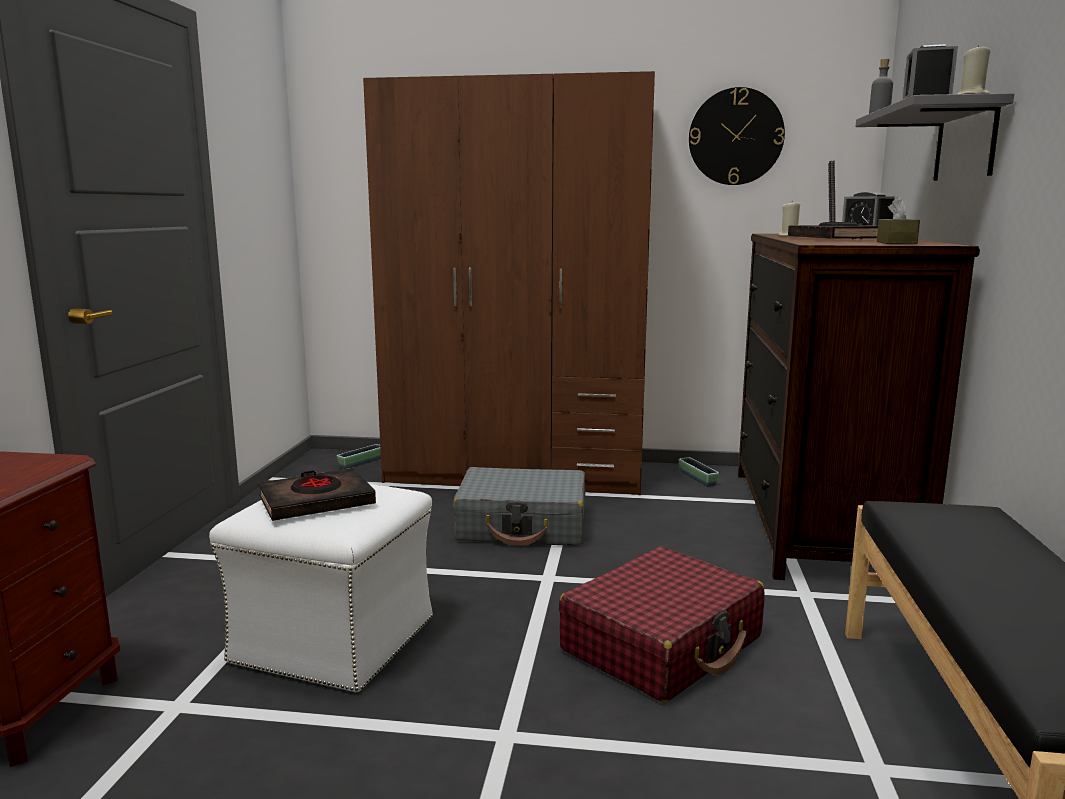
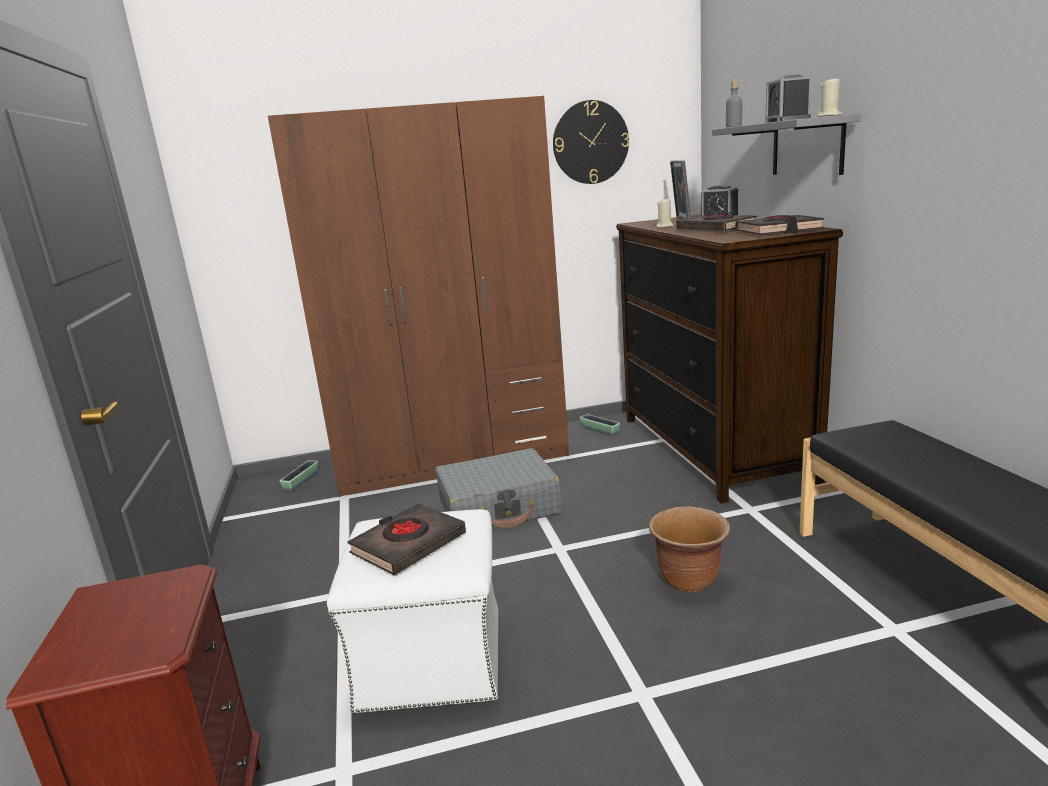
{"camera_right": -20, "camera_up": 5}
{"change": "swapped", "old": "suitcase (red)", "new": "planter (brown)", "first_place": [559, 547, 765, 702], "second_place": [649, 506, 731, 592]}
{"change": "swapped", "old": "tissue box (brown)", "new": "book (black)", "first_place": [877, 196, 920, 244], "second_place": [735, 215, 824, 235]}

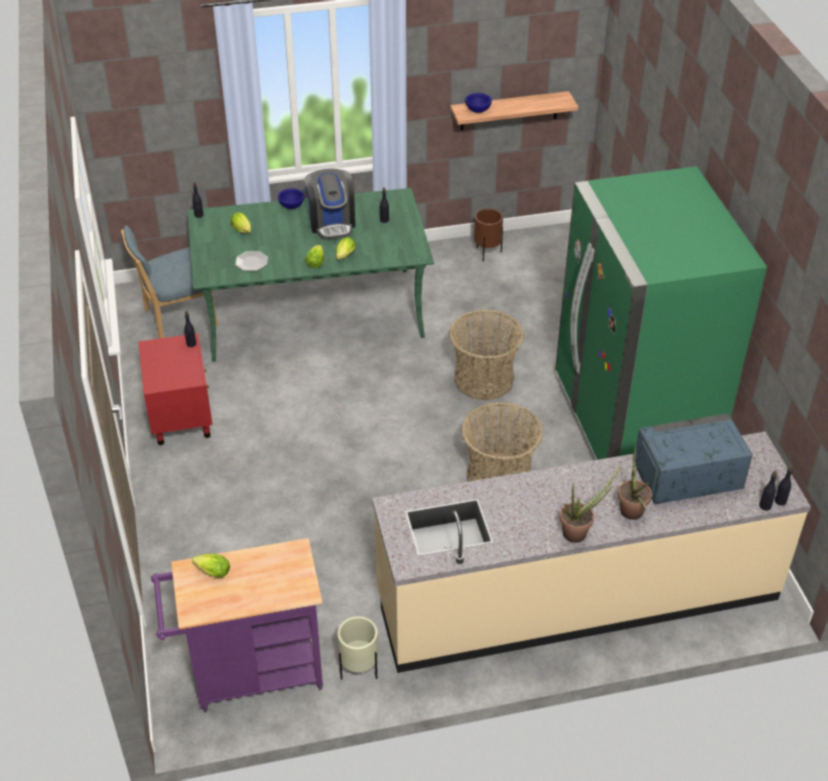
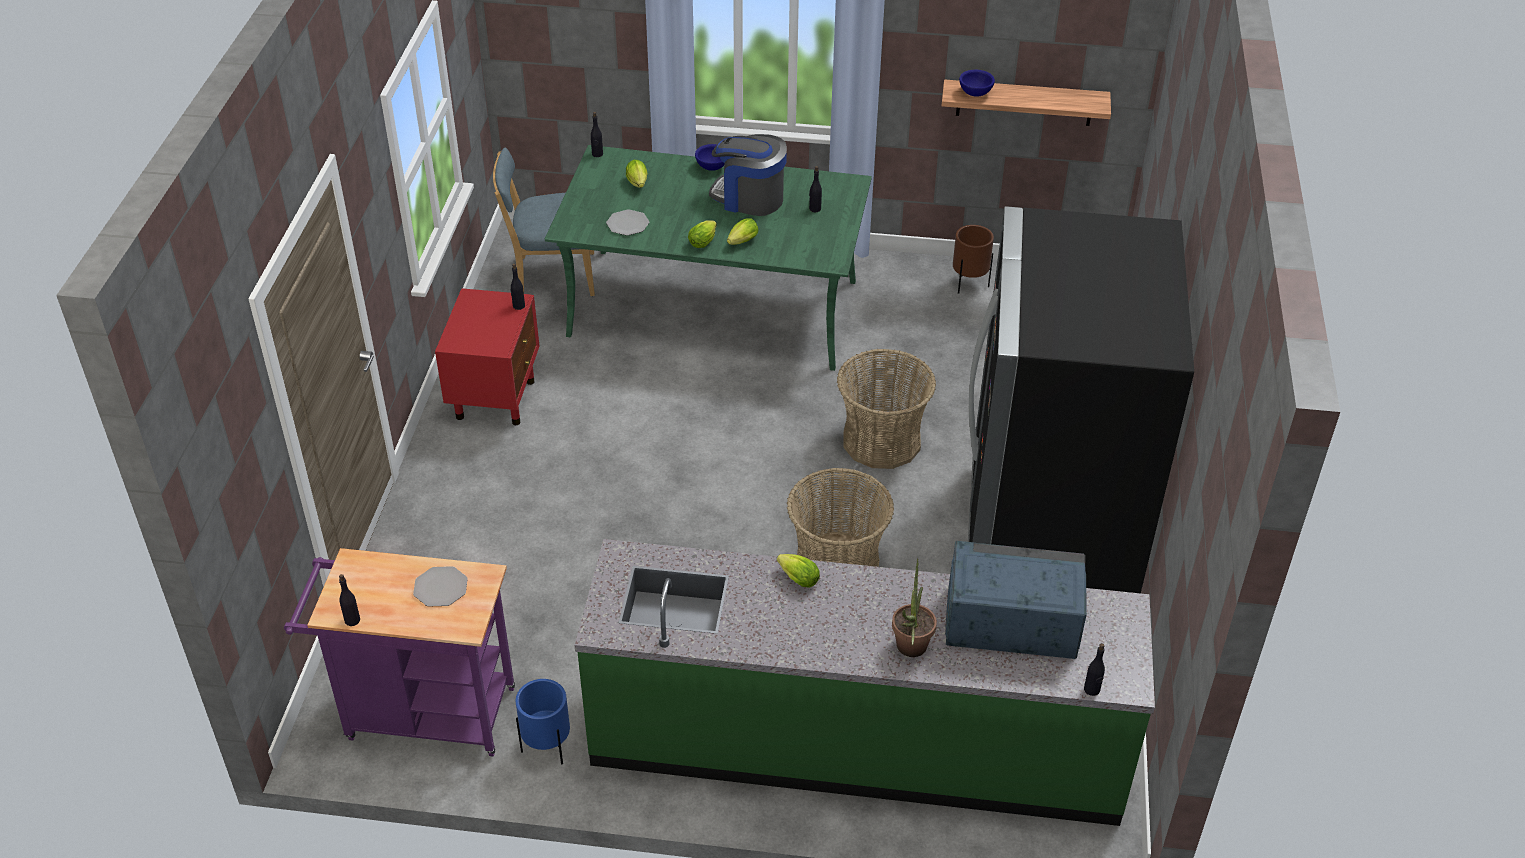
{"camera_right": 20, "camera_up": 0}
{"change": "shifted", "old": "bottle (black)", "first_place": [775, 466, 793, 505], "second_place": [339, 574, 360, 626]}
{"change": "new", "new": "plate", "second_place": [413, 566, 468, 607]}
{"change": "repainted", "old": "planter (beige)", "new": "planter (blue)", "first_place": [338, 616, 378, 680], "second_place": [516, 679, 570, 764]}
{"change": "repainted", "old": "counter (beige)", "new": "counter (green)", "first_place": [372, 431, 811, 673], "second_place": [575, 539, 1155, 826]}
{"change": "rotated", "old": "coffee machine", "first_place": [304, 169, 355, 239], "second_place": [709, 134, 787, 216], "degrees": 105}
{"change": "shifted", "old": "lettuce", "first_place": [192, 554, 230, 578], "second_place": [777, 554, 820, 588]}
{"change": "repainted", "old": "fridge (green)", "new": "fridge (black)", "first_place": [555, 166, 767, 460], "second_place": [968, 206, 1194, 593]}
{"change": "gone", "old": "potted plant", "first_place": [560, 465, 621, 543]}

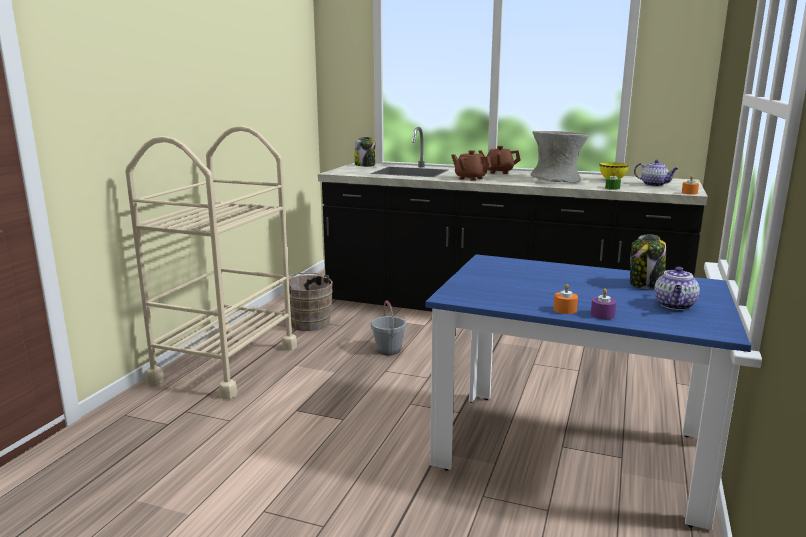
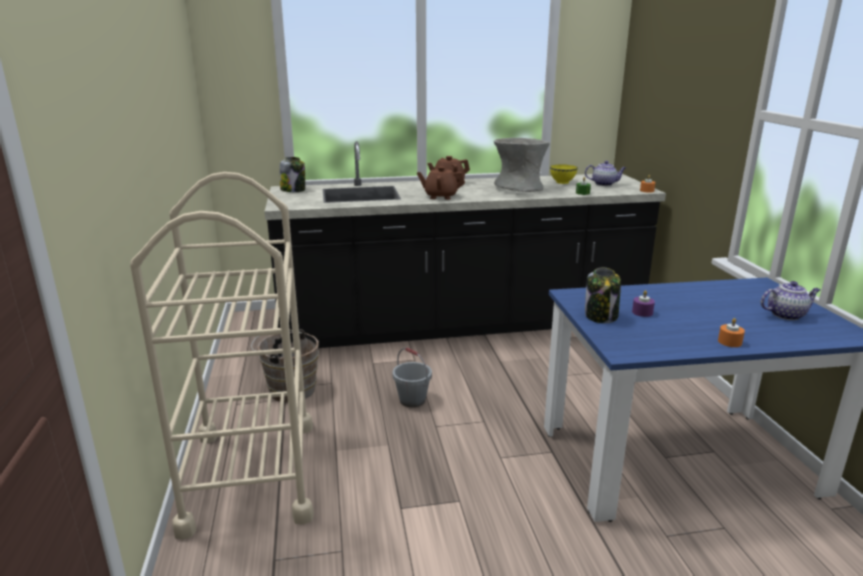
{"camera_right": -30, "camera_up": 5}
{"change": "shifted", "old": "jar", "first_place": [630, 235, 666, 289], "second_place": [585, 268, 621, 323]}
{"change": "shifted", "old": "candle (purple)", "first_place": [591, 289, 616, 320], "second_place": [632, 290, 655, 317]}
{"change": "rotated", "old": "teapot", "first_place": [654, 267, 700, 310], "second_place": [761, 281, 821, 320], "degrees": -90}

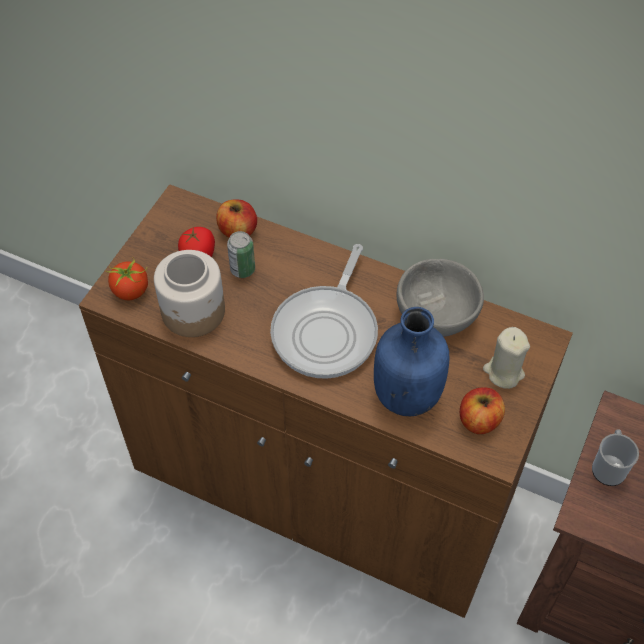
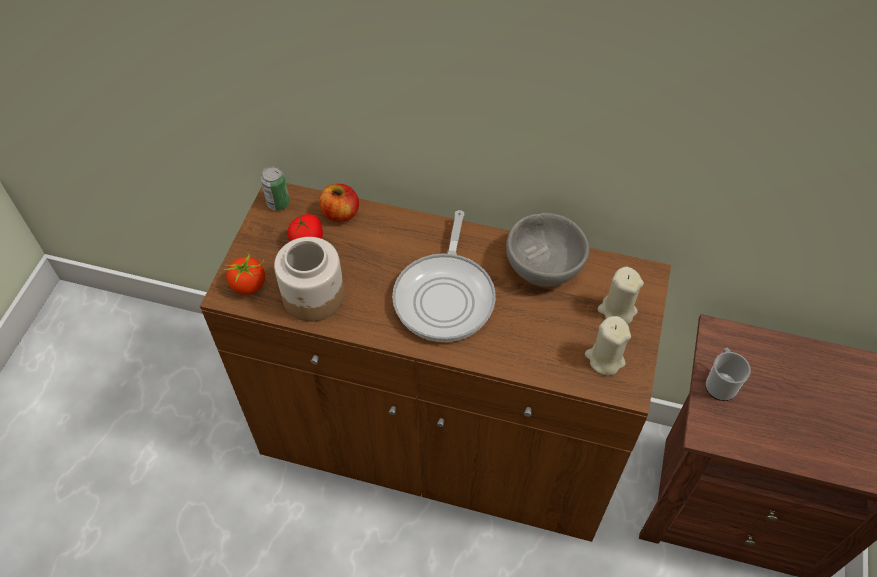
{"camera_right": -10, "camera_up": 0}
{"change": "shifted", "old": "can", "first_place": [227, 231, 255, 278], "second_place": [261, 166, 290, 211]}
{"change": "swapped", "old": "apple", "new": "candle (beige)", "first_place": [460, 387, 505, 434], "second_place": [585, 316, 631, 376]}
{"change": "gone", "old": "bottle (blue)", "first_place": [374, 307, 449, 416]}

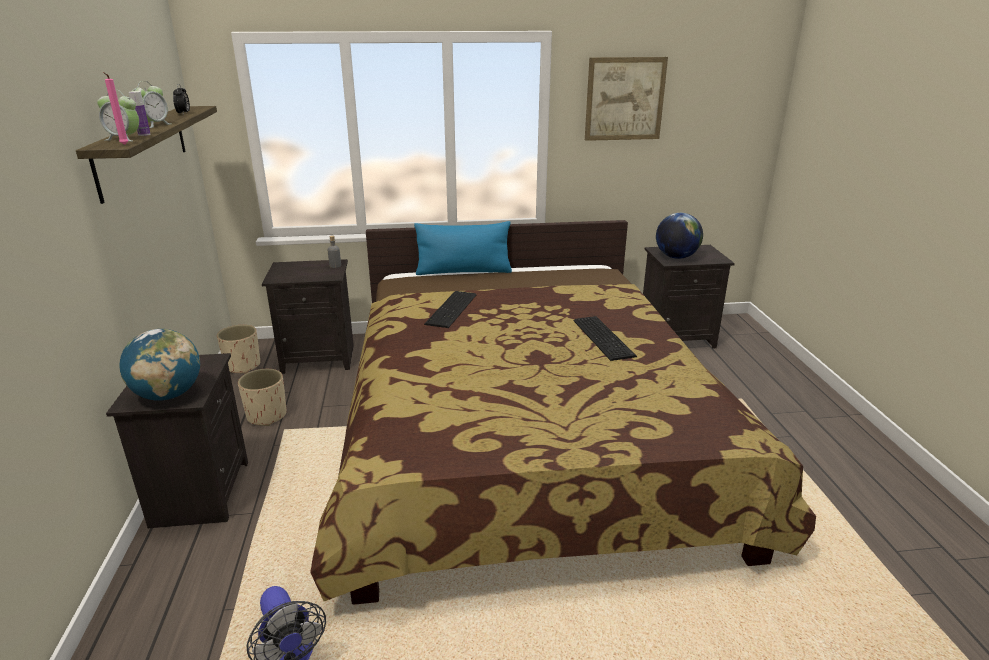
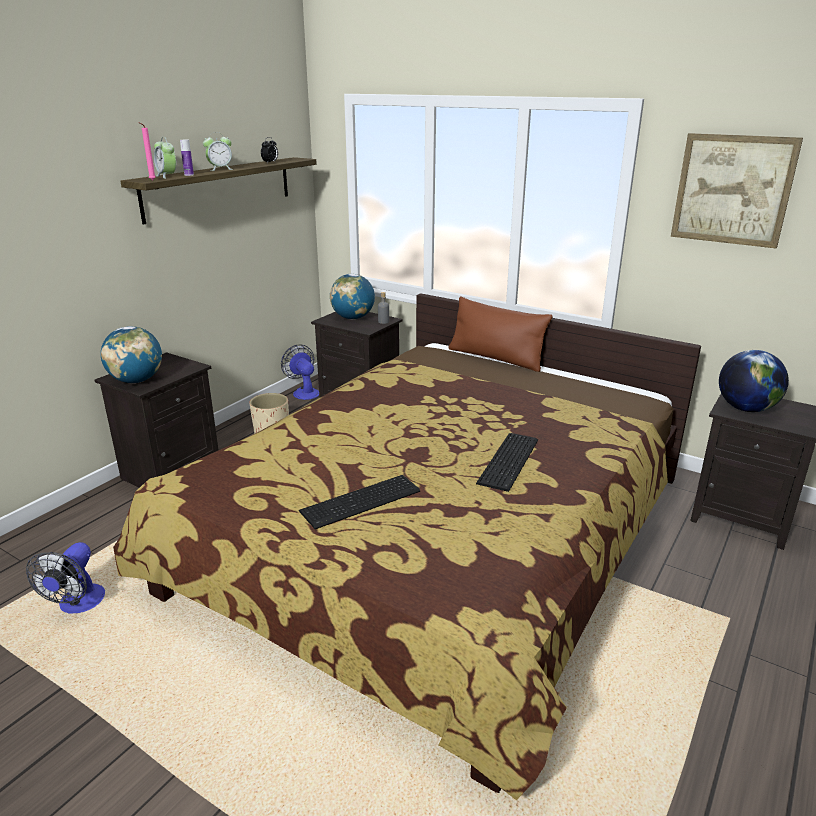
{"camera_right": 40, "camera_up": 0}
{"change": "swapped", "old": "planter (beige)", "new": "fan", "first_place": [217, 325, 260, 374], "second_place": [281, 345, 319, 400]}
{"change": "shifted", "old": "keyboard", "first_place": [424, 291, 477, 328], "second_place": [299, 475, 420, 529]}
{"change": "new", "new": "globe", "second_place": [330, 274, 375, 319]}
{"change": "repainted", "old": "pillow (blue)", "new": "pillow (brown)", "first_place": [414, 221, 512, 275], "second_place": [449, 296, 552, 372]}

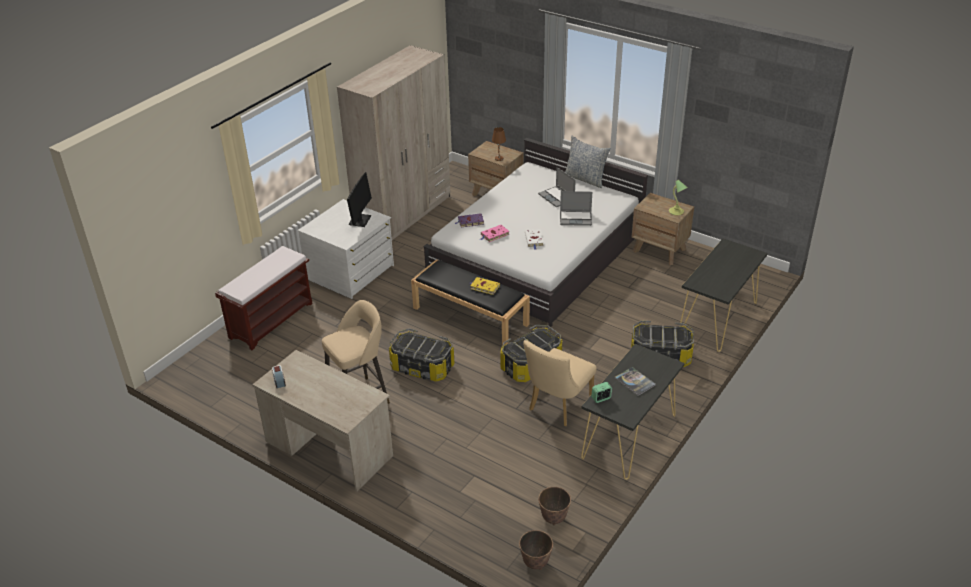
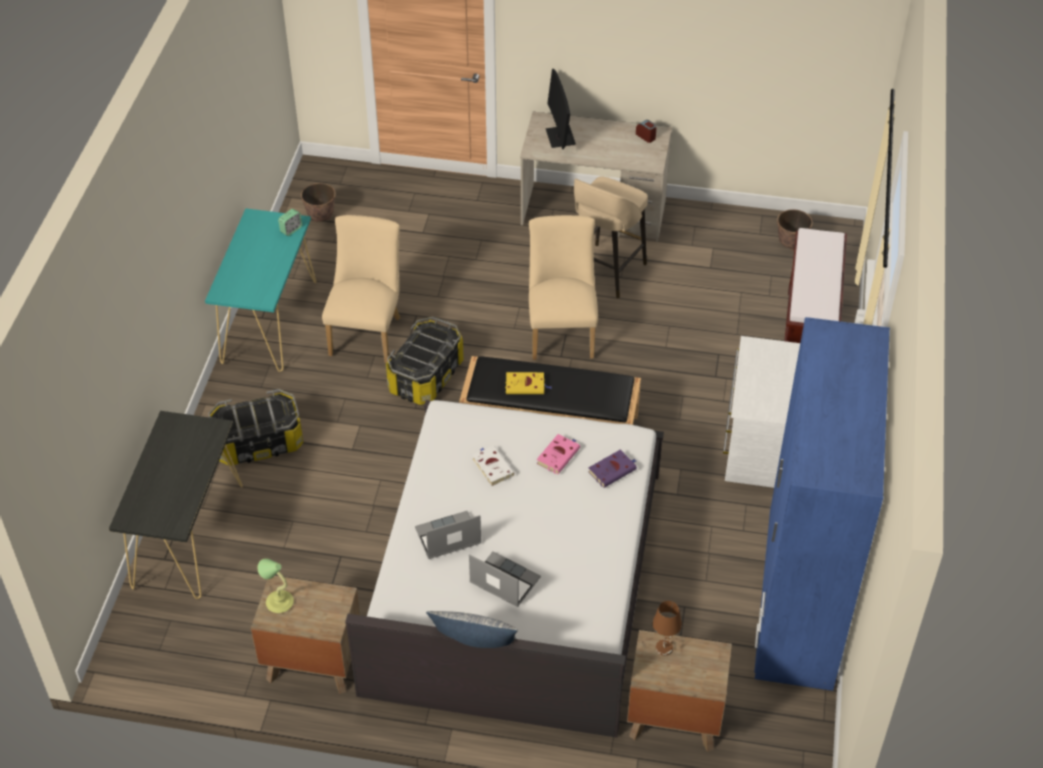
{"camera_right": 155, "camera_up": 10}
{"change": "repainted", "old": "console table (black)", "new": "console table (turquoise)", "first_place": [581, 344, 685, 480], "second_place": [205, 209, 316, 372]}
{"change": "swapped", "old": "storage box", "new": "chair (beige)", "first_place": [389, 328, 455, 381], "second_place": [529, 215, 598, 360]}
{"change": "shifted", "old": "monitor", "first_place": [347, 172, 372, 227], "second_place": [546, 69, 576, 149]}
{"change": "repainted", "old": "wardrobe (beige)", "new": "wardrobe (blue)", "first_place": [337, 45, 451, 240], "second_place": [754, 317, 890, 691]}
{"change": "shifted", "old": "planter", "first_place": [519, 530, 553, 570], "second_place": [777, 209, 813, 251]}
{"change": "gone", "old": "book", "first_place": [615, 367, 656, 396]}

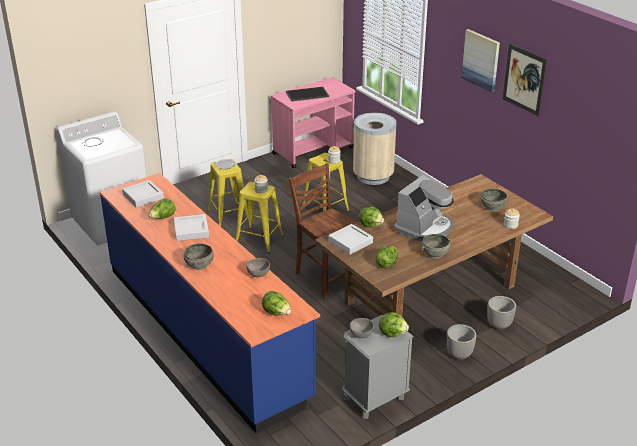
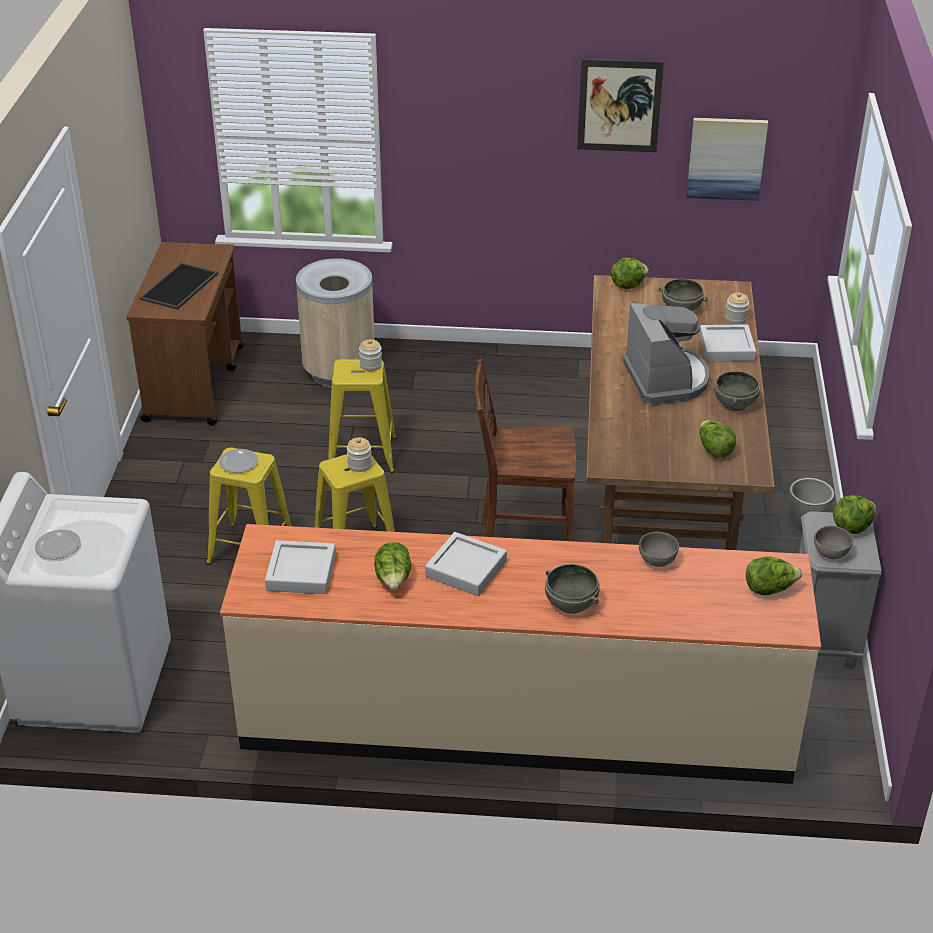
{"camera_right": -50, "camera_up": 5}
{"change": "repainted", "old": "cart (pink)", "new": "cart (brown)", "first_place": [271, 77, 356, 168], "second_place": [126, 242, 244, 426]}
{"change": "repainted", "old": "counter (blue)", "new": "counter (beige)", "first_place": [100, 173, 320, 433], "second_place": [220, 524, 821, 784]}
{"change": "shifted", "old": "lettuce", "first_place": [359, 207, 384, 228], "second_place": [611, 258, 649, 289]}
{"change": "shifted", "old": "picture", "first_place": [462, 29, 500, 93], "second_place": [686, 118, 768, 201]}
{"change": "shifted", "old": "tray (grey)", "first_place": [329, 224, 373, 255], "second_place": [699, 324, 756, 362]}
{"change": "gone", "old": "planter", "first_place": [487, 296, 516, 330]}

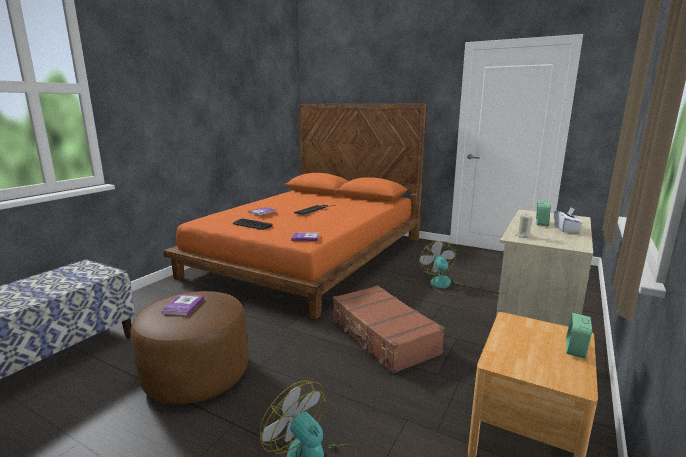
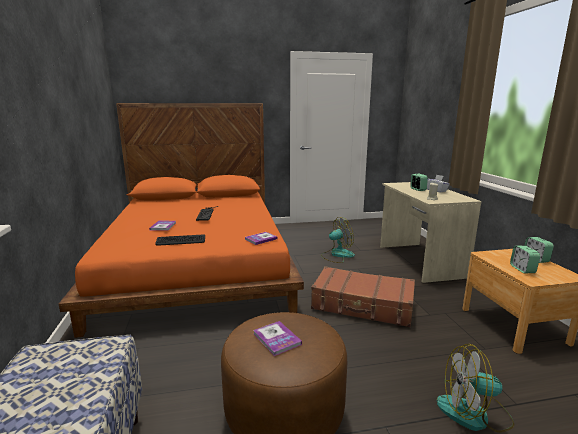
{"camera_right": -40, "camera_up": 0}
{"change": "rotated", "old": "fan", "first_place": [419, 241, 468, 295], "second_place": [321, 217, 355, 263], "degrees": 120}
{"change": "new", "new": "alarm clock", "second_place": [510, 246, 540, 273]}

